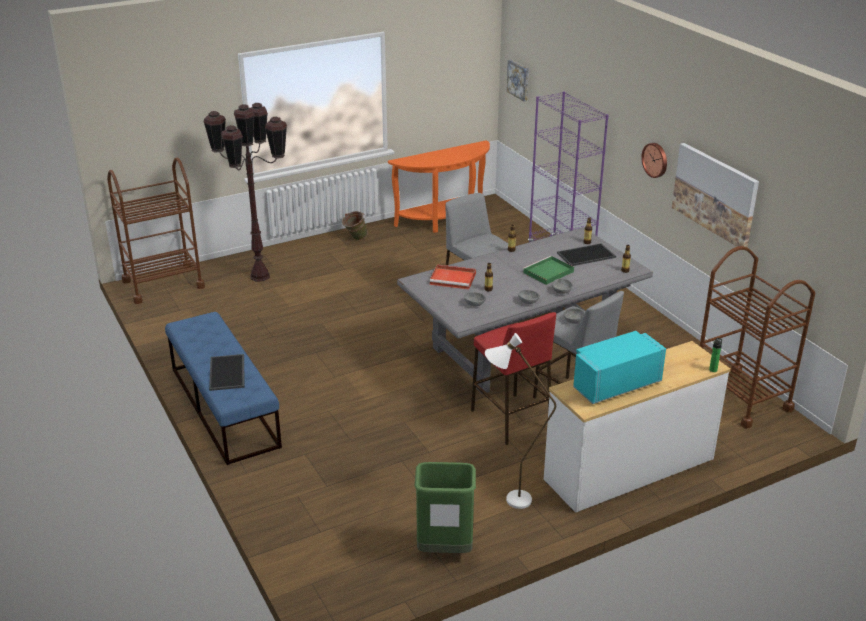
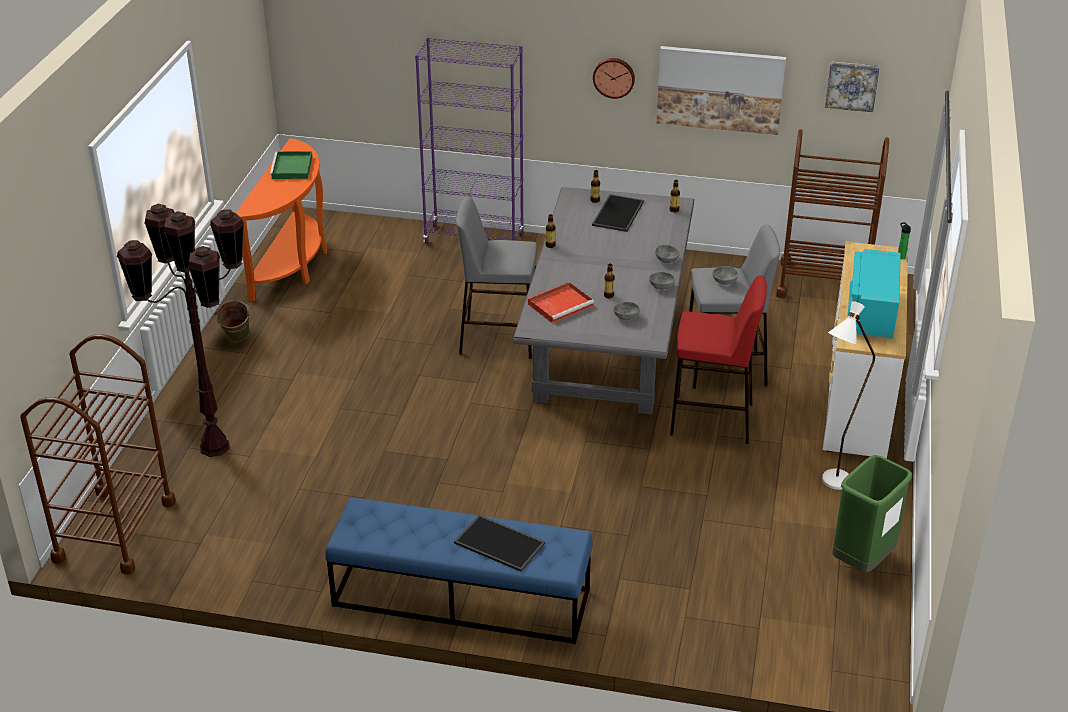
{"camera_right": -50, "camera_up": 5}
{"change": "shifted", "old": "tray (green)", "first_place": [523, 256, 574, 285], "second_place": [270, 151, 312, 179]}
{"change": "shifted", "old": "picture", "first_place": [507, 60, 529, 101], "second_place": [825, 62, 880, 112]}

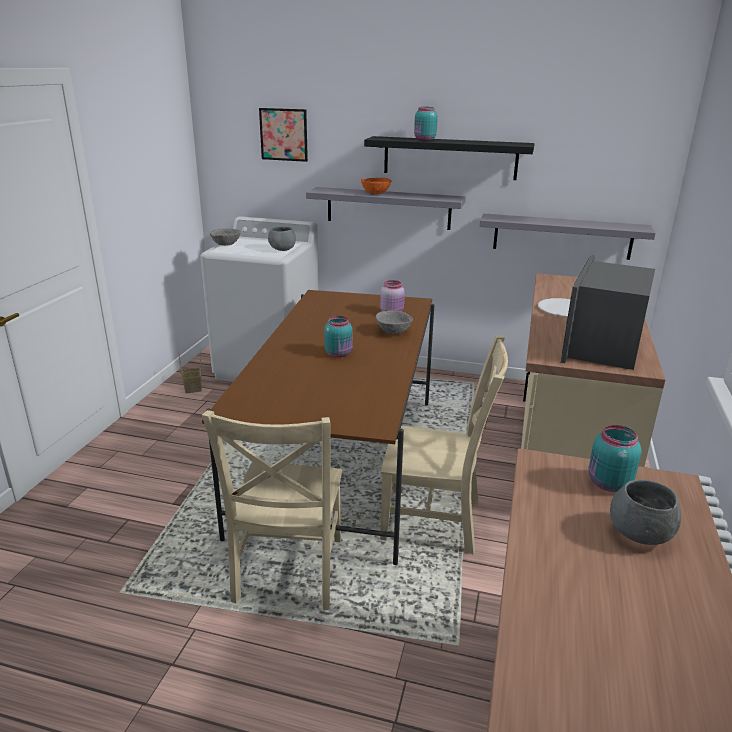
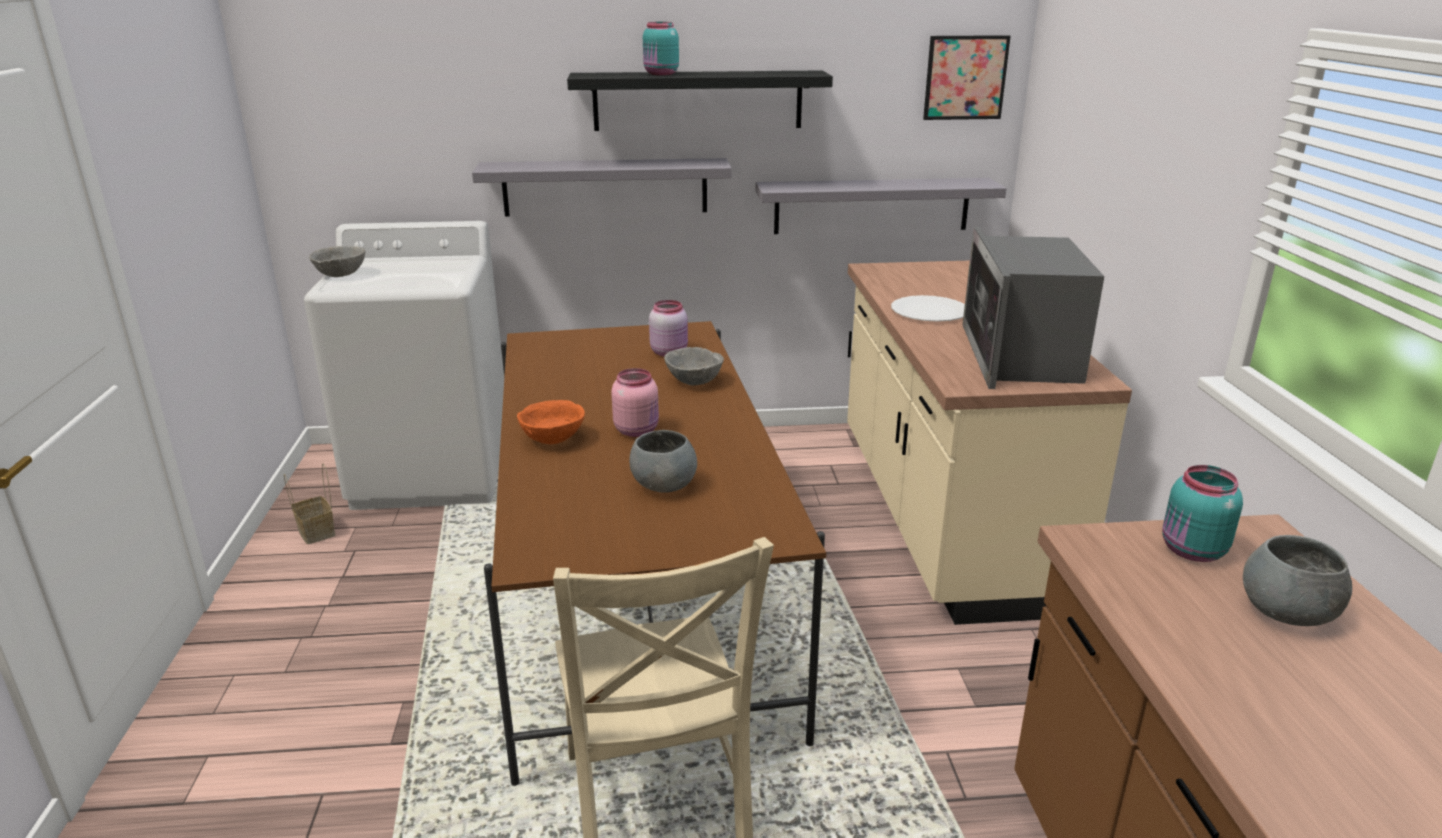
{"camera_right": -20, "camera_up": 0}
{"change": "shifted", "old": "bowl (orange)", "first_place": [361, 178, 391, 194], "second_place": [517, 400, 585, 444]}
{"change": "repainted", "old": "jar (turquoise)", "new": "jar (pink)", "first_place": [324, 316, 353, 358], "second_place": [611, 368, 659, 437]}
{"change": "shifted", "old": "bowl (grey)", "first_place": [268, 227, 296, 251], "second_place": [629, 430, 697, 493]}
{"change": "shifted", "old": "picture", "first_place": [259, 108, 308, 162], "second_place": [923, 35, 1011, 120]}
{"change": "gone", "old": "chair (beige)", "first_place": [380, 335, 508, 555]}

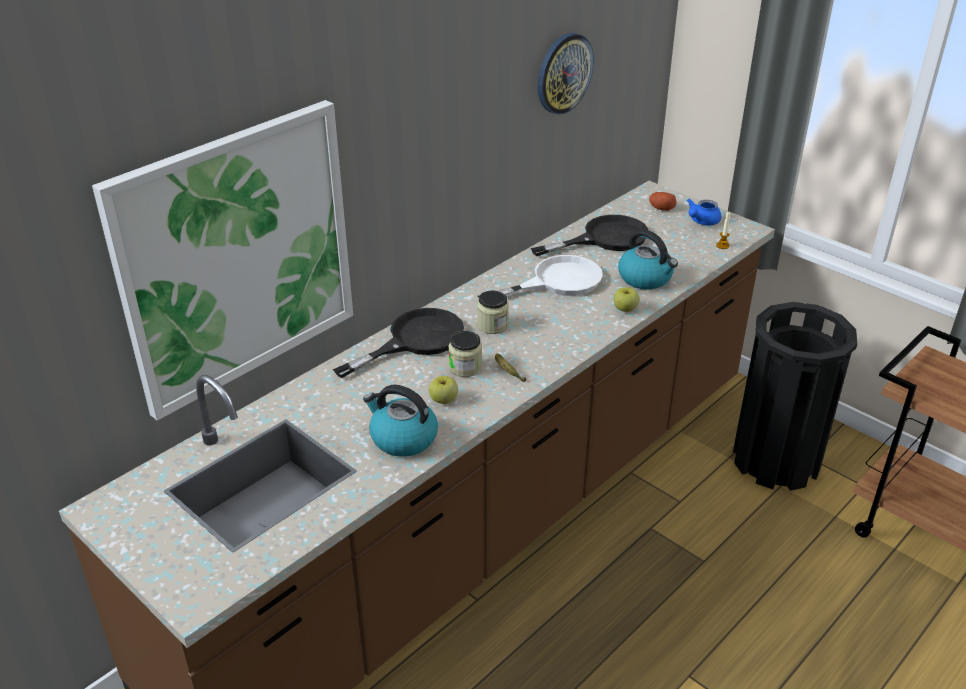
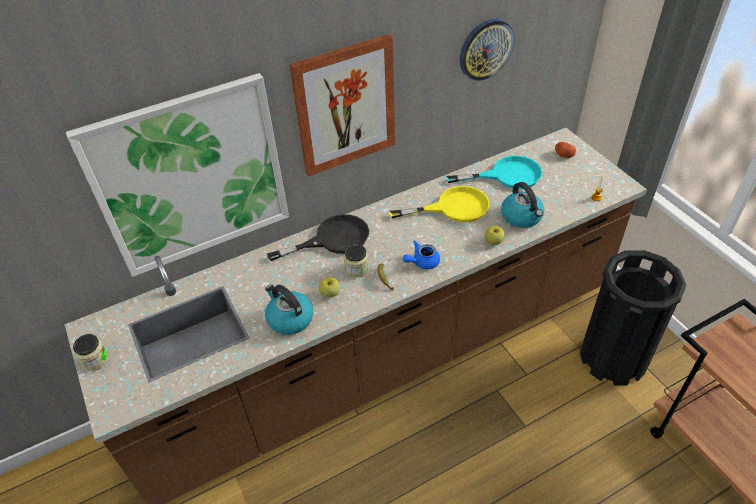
{"camera_right": 20, "camera_up": 10}
{"change": "shifted", "old": "jar", "first_place": [477, 290, 509, 334], "second_place": [73, 334, 109, 371]}
{"change": "new", "new": "picture", "second_place": [289, 34, 395, 176]}
{"change": "repainted", "old": "frying pan (white)", "new": "frying pan (yellow)", "first_place": [477, 255, 603, 299], "second_place": [389, 186, 490, 223]}
{"change": "shifted", "old": "teapot (blue)", "first_place": [687, 199, 721, 225], "second_place": [403, 240, 440, 270]}
{"change": "repainted", "old": "frying pan (black)", "new": "frying pan (turquoise)", "first_place": [531, 215, 648, 256], "second_place": [446, 156, 542, 189]}

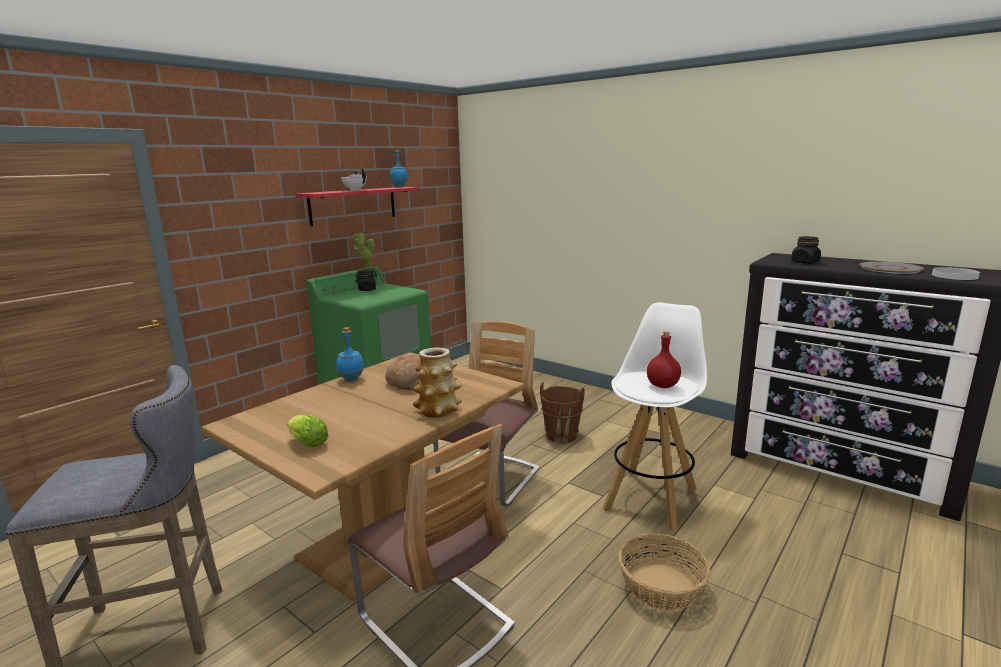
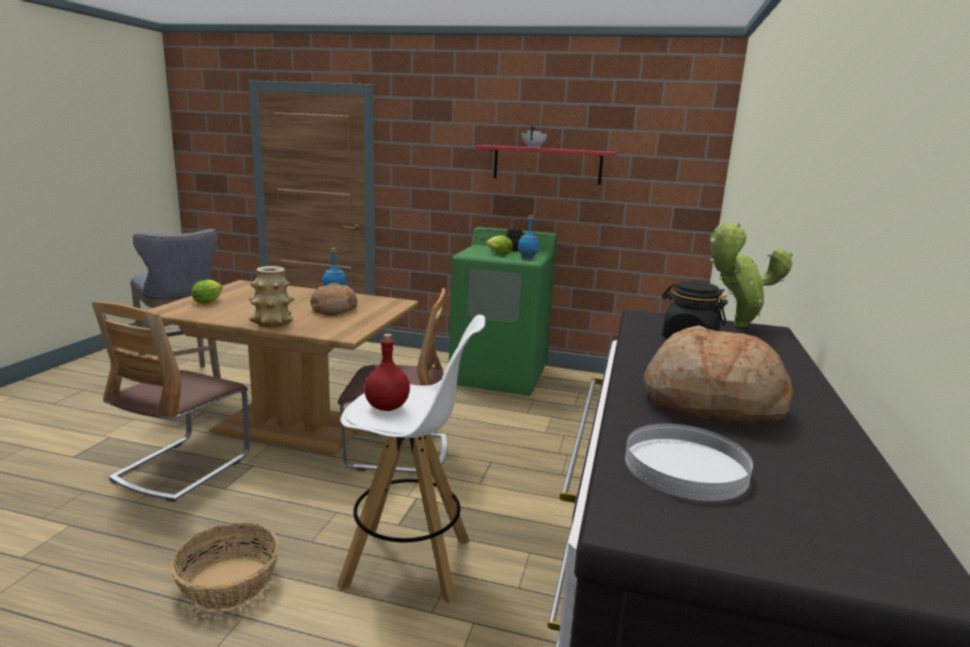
{"camera_right": 65, "camera_up": 0}
{"change": "new", "new": "lettuce", "second_place": [486, 235, 513, 255]}
{"change": "shifted", "old": "bottle (blue)", "first_place": [390, 149, 408, 187], "second_place": [518, 215, 539, 259]}
{"change": "swapped", "old": "plate (grey)", "new": "bread", "first_place": [859, 261, 924, 274], "second_place": [644, 325, 793, 424]}
{"change": "shifted", "old": "potted plant", "first_place": [353, 232, 375, 269], "second_place": [710, 223, 793, 327]}
{"change": "gone", "old": "bucket (brown)", "first_place": [540, 382, 585, 443]}

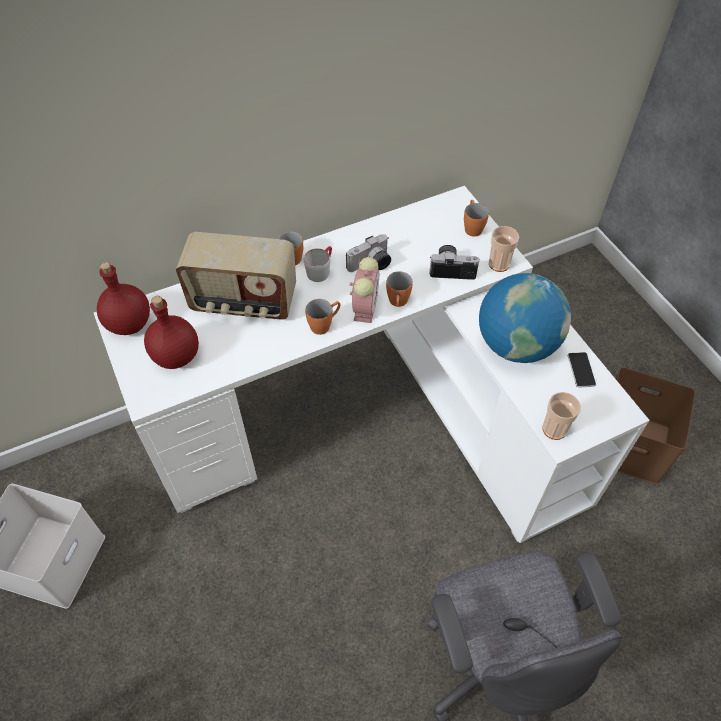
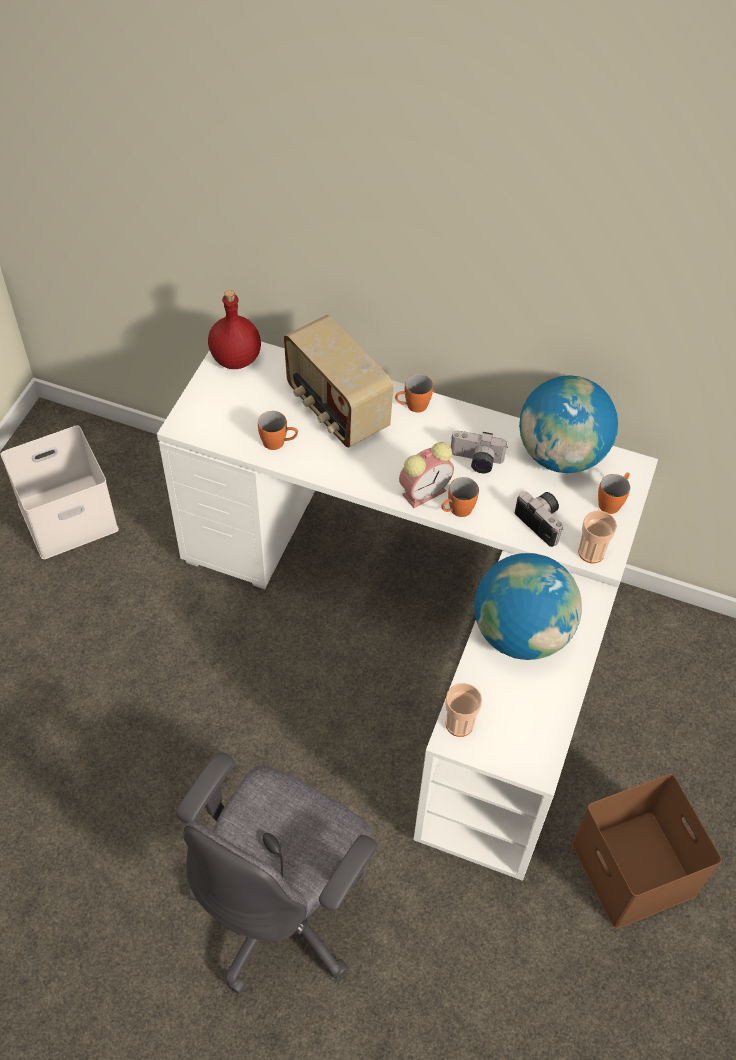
{"camera_right": 45, "camera_up": 0}
{"change": "shifted", "old": "mug (orange)", "first_place": [305, 299, 340, 335], "second_place": [258, 411, 298, 450]}
{"change": "new", "new": "globe", "second_place": [519, 375, 618, 473]}
{"change": "gone", "old": "bottle (red)", "first_place": [144, 296, 199, 369]}
{"change": "gone", "old": "mug (grey)", "first_place": [304, 246, 332, 282]}
{"change": "gone", "old": "phone", "first_place": [568, 352, 596, 388]}

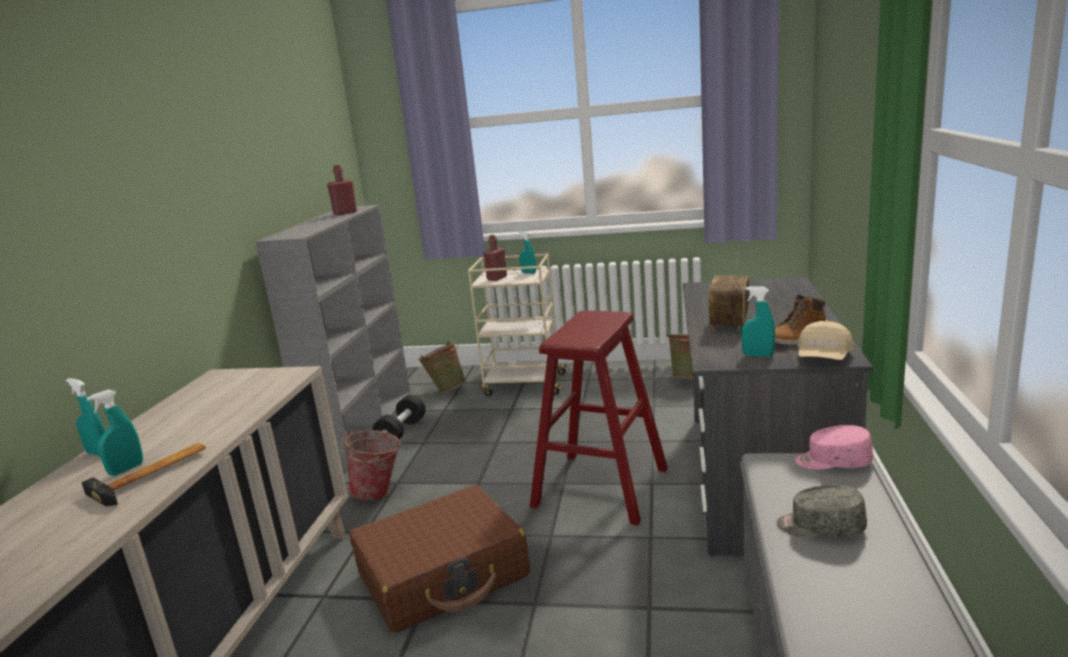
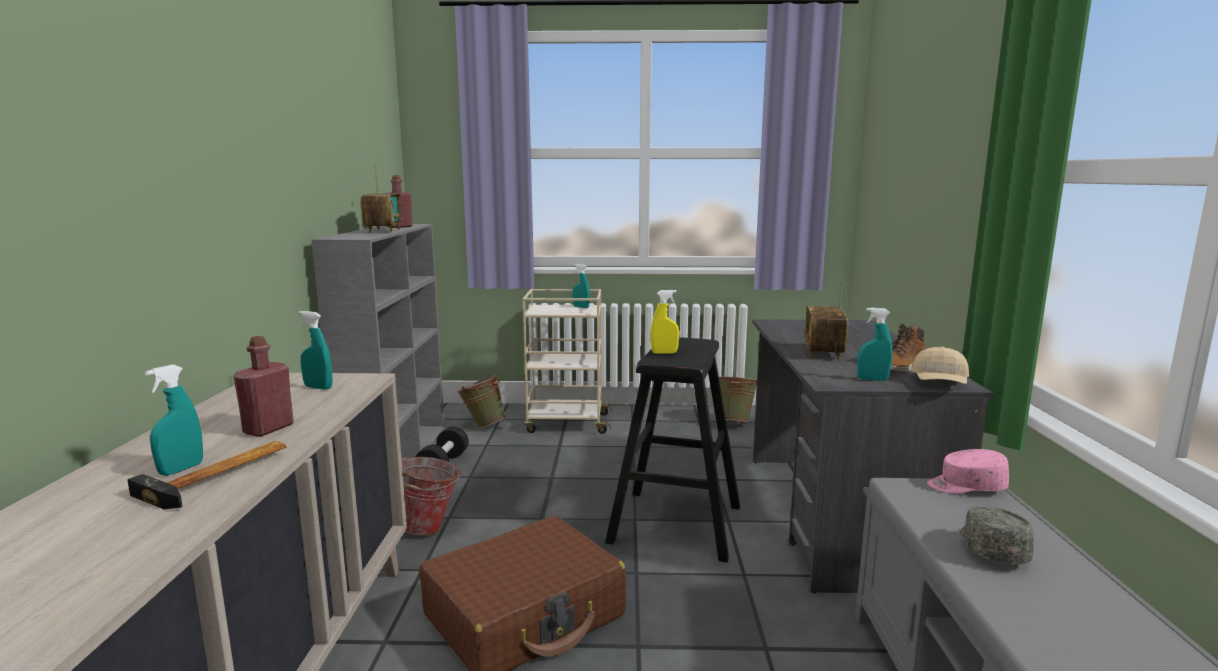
{"camera_right": -10, "camera_up": -5}
{"change": "shifted", "old": "bottle (red)", "first_place": [483, 235, 507, 281], "second_place": [233, 336, 294, 437]}
{"change": "shifted", "old": "spray bottle (turquoise)", "first_place": [66, 378, 106, 456], "second_place": [299, 311, 333, 390]}
{"change": "new", "new": "radio", "second_place": [360, 164, 402, 233]}
{"change": "repainted", "old": "stool (red)", "new": "stool (black)", "first_place": [530, 310, 668, 526], "second_place": [605, 337, 740, 562]}
{"change": "new", "new": "spray bottle (yellow)", "second_place": [651, 290, 679, 354]}
{"change": "rotated", "old": "cap (grey)", "first_place": [776, 485, 867, 537], "second_place": [960, 506, 1034, 565], "degrees": 90}

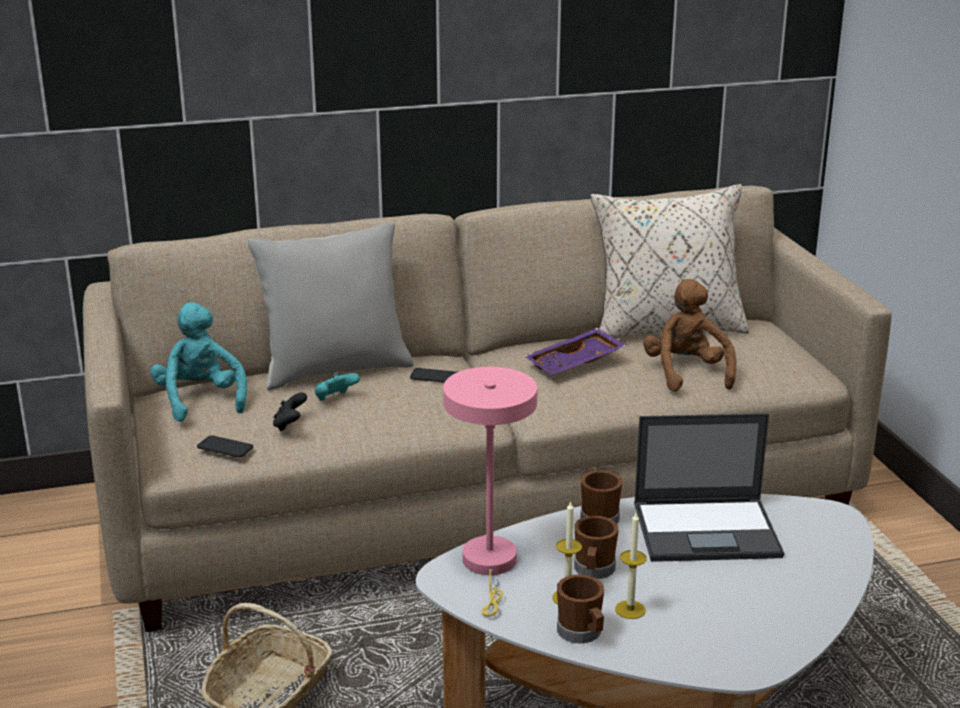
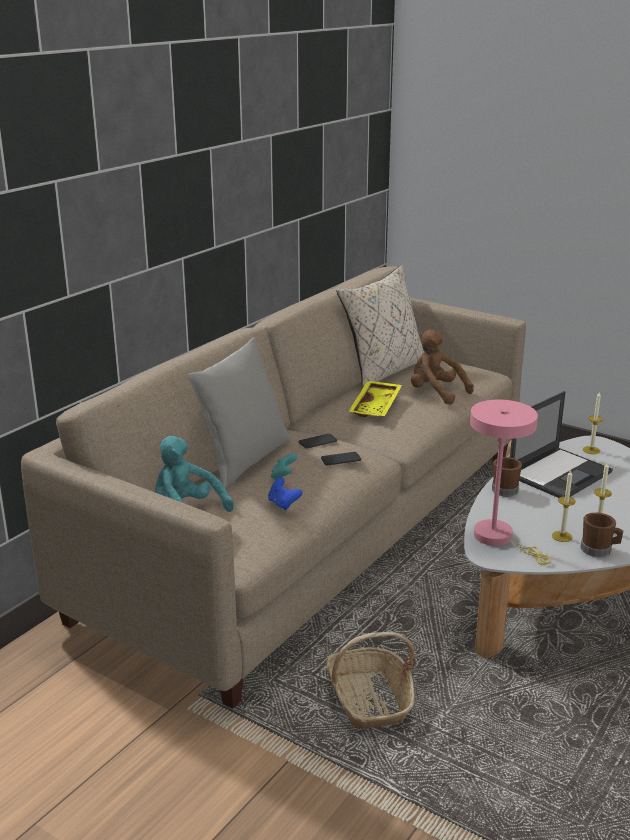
{"camera_right": -40, "camera_up": 0}
{"change": "repainted", "old": "game controller (black)", "new": "game controller (blue)", "first_place": [273, 392, 307, 431], "second_place": [268, 477, 303, 510]}
{"change": "shifted", "old": "phone", "first_place": [197, 435, 253, 458], "second_place": [321, 452, 361, 465]}
{"change": "repainted", "old": "tray (purple)", "new": "tray (yellow)", "first_place": [524, 328, 627, 374], "second_place": [348, 381, 402, 417]}
{"change": "new", "new": "candle", "second_place": [583, 391, 603, 454]}
{"change": "gone", "old": "mug (brown)", "first_place": [574, 516, 619, 579]}

